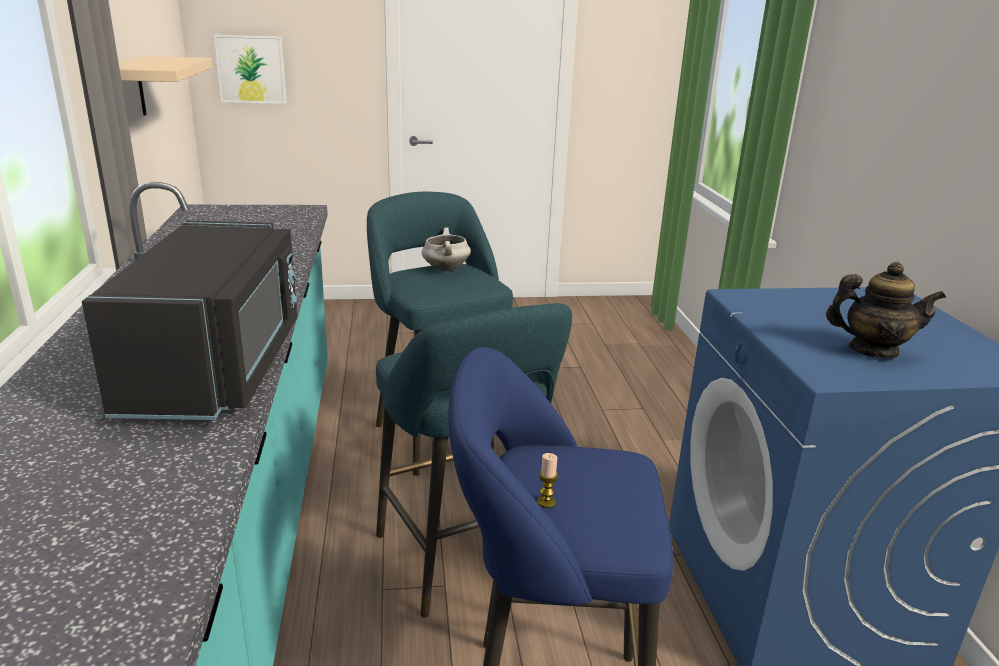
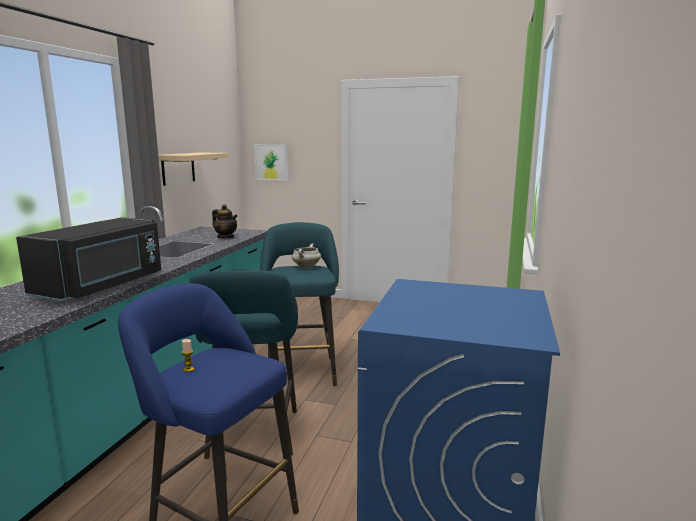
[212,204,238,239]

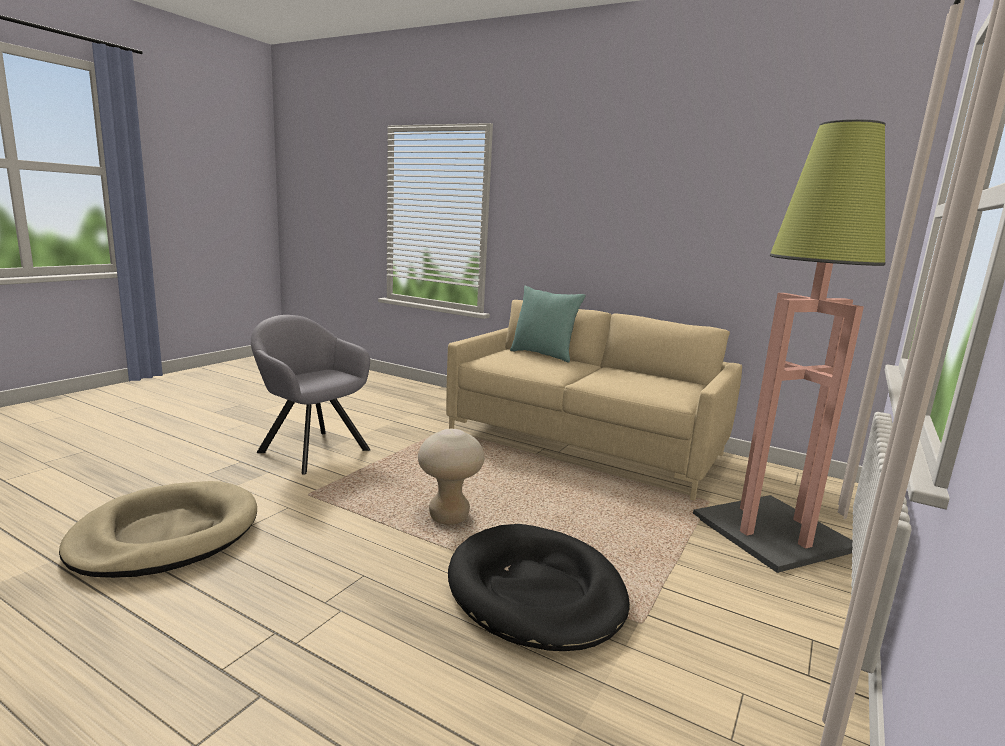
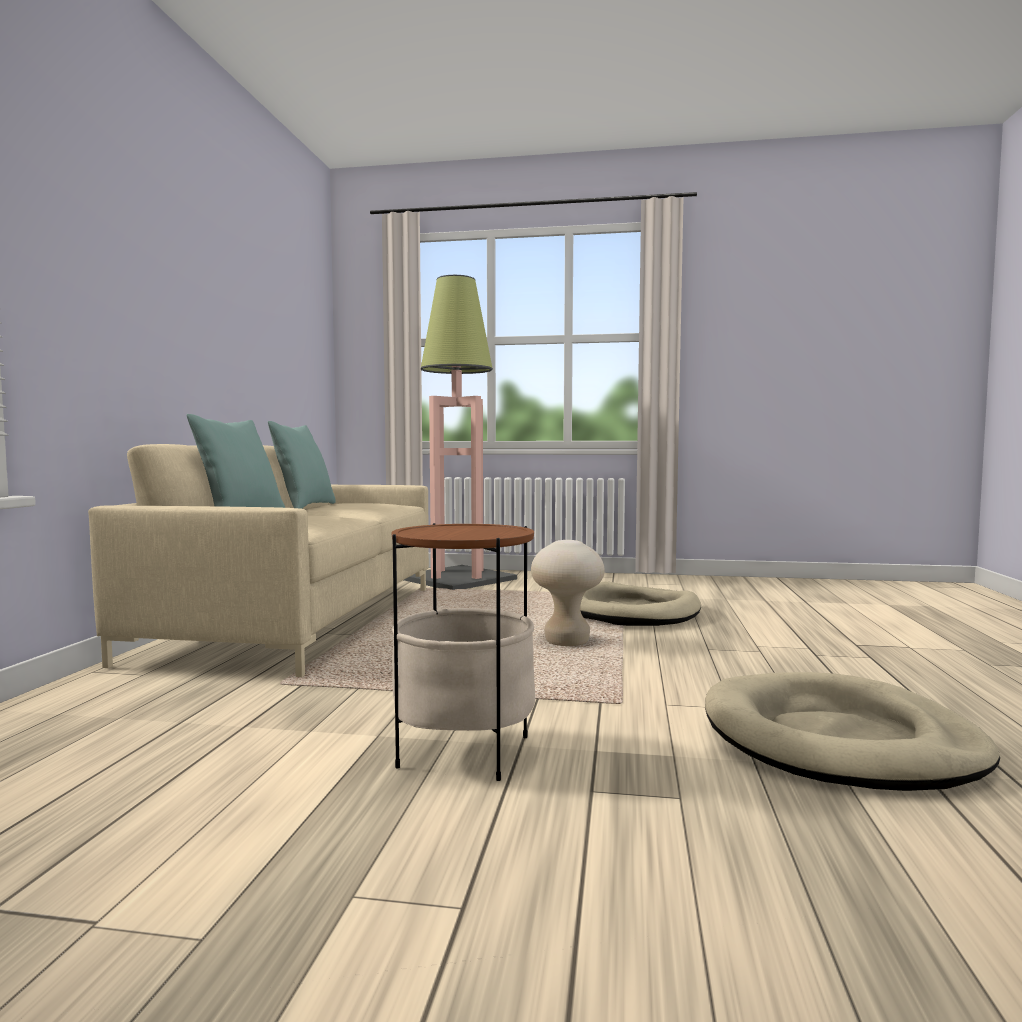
[391,523,535,781]
[580,581,701,626]
[268,421,336,509]

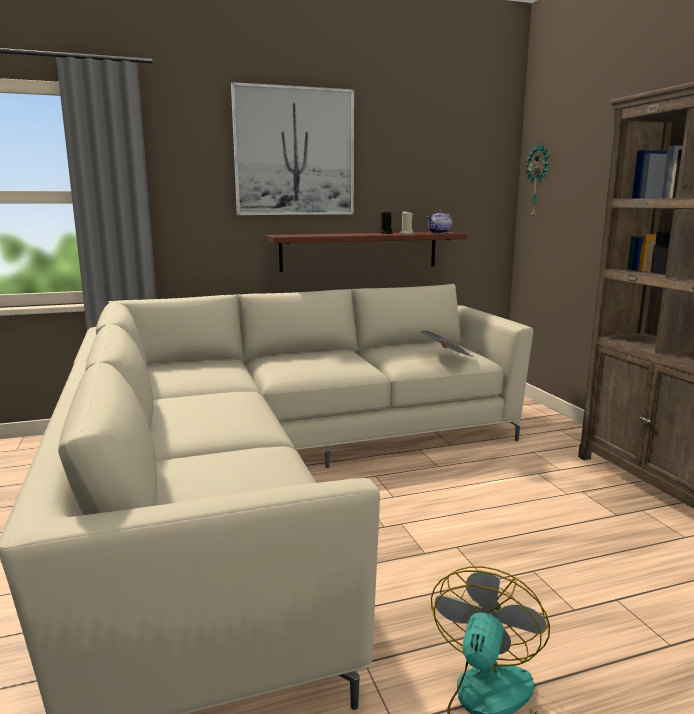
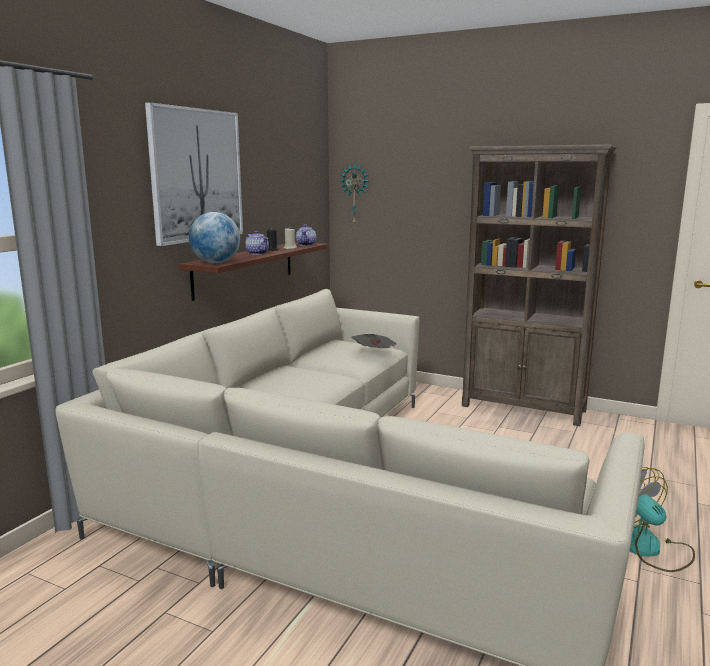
[189,212,240,263]
[245,231,269,255]

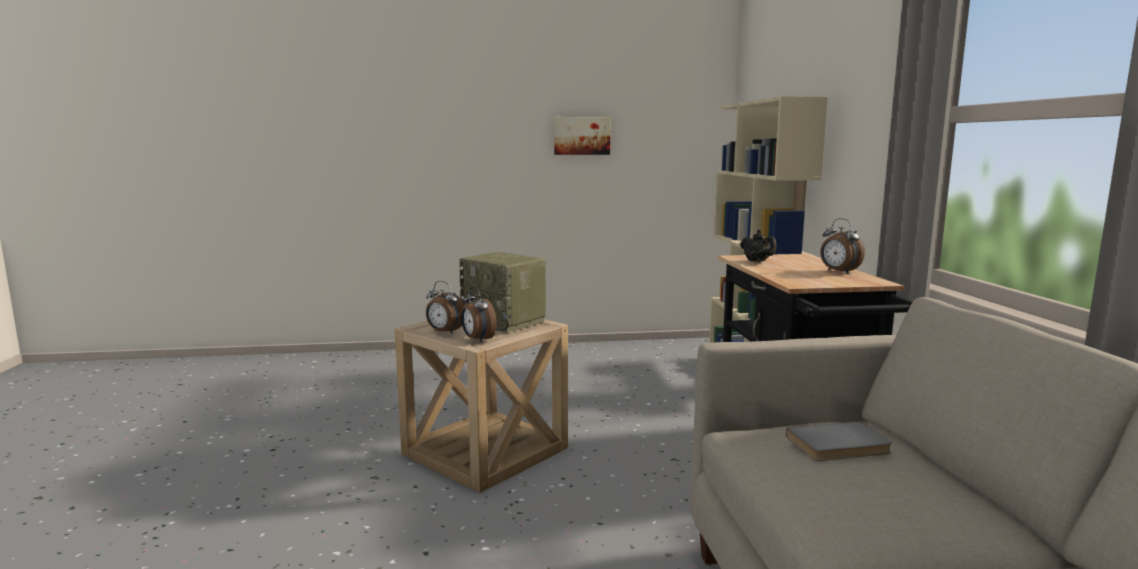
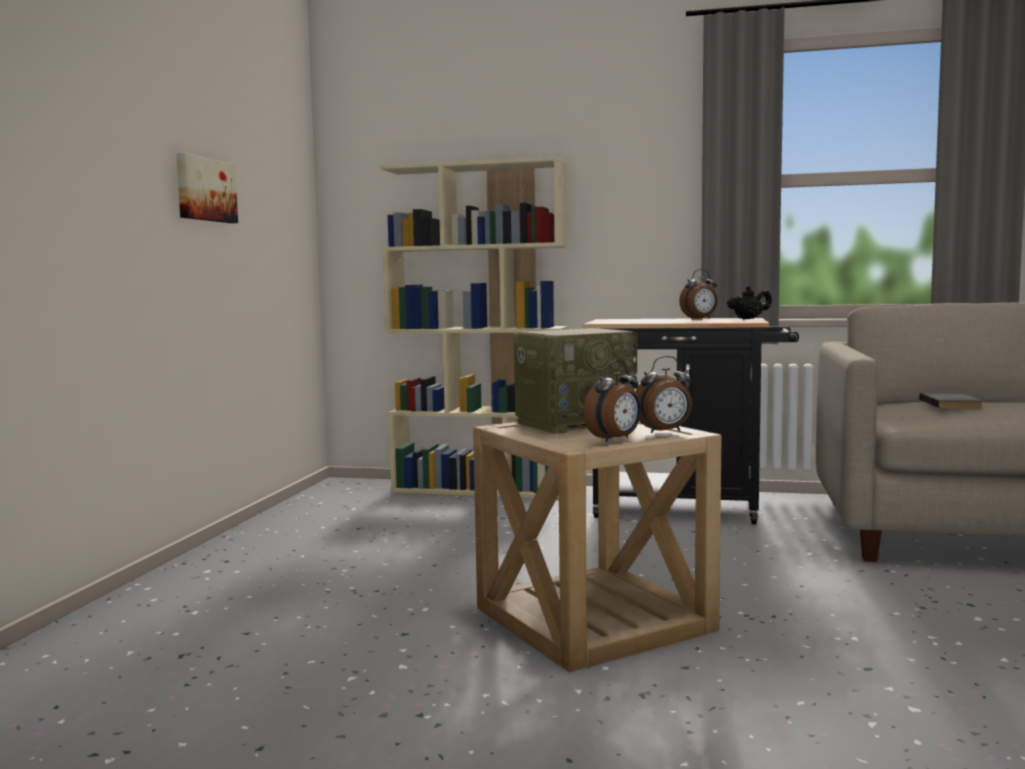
[727,286,772,320]

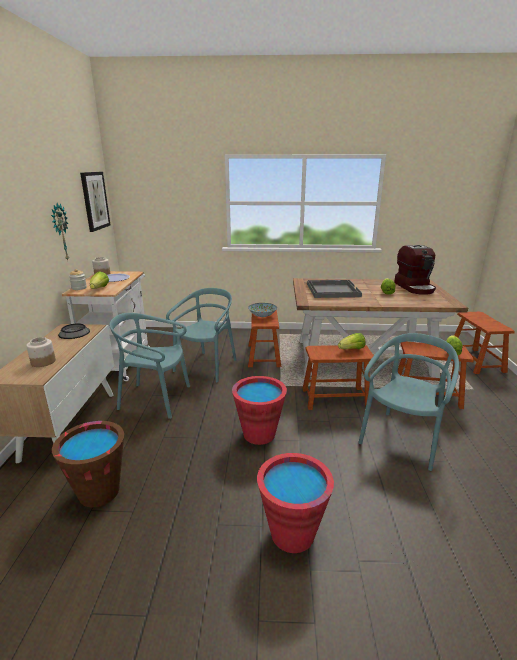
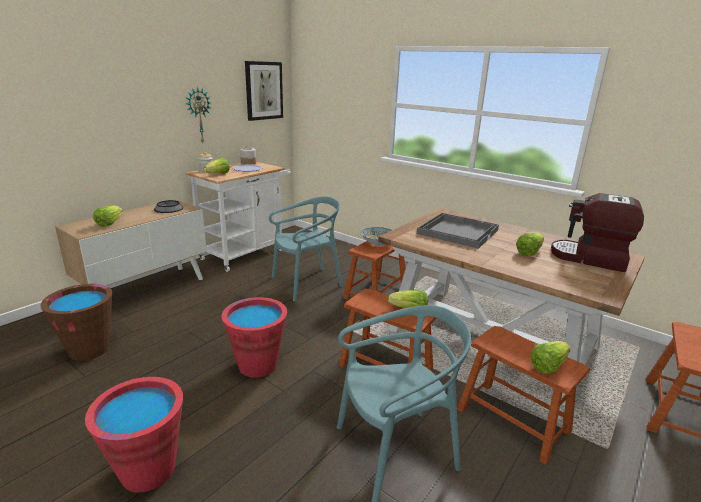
[551,193,644,272]
[109,313,190,419] (first image)
[93,206,123,227]

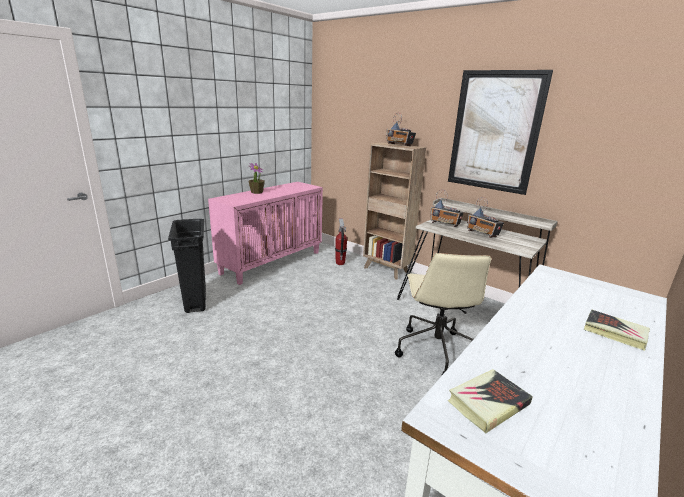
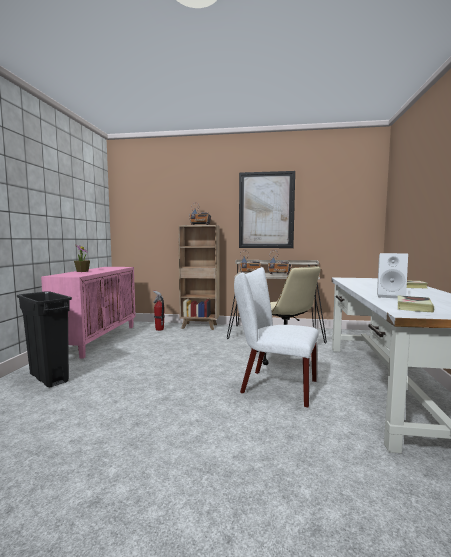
[377,253,408,299]
[234,267,319,407]

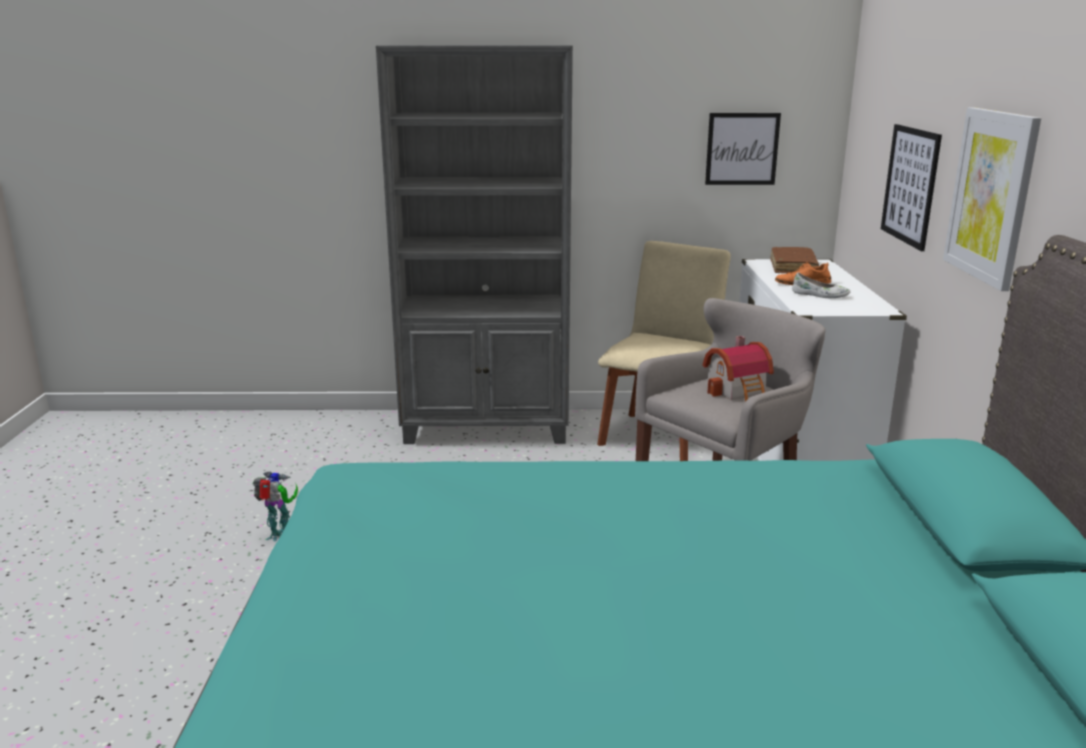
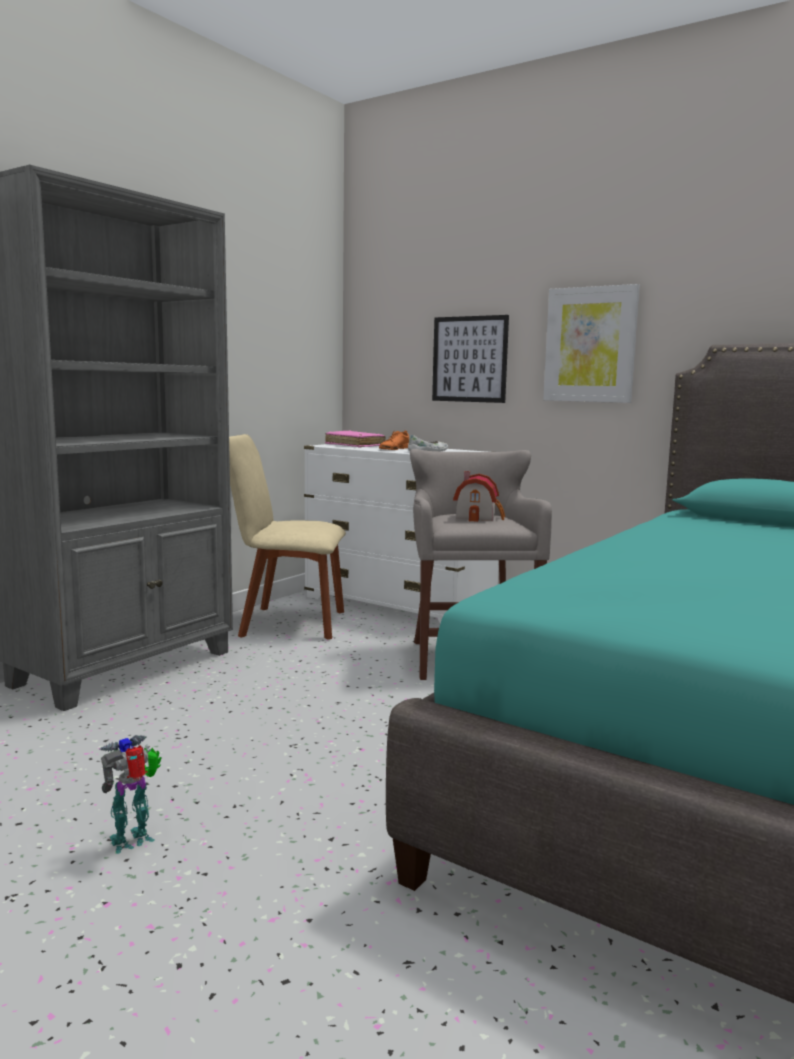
[705,113,781,185] (first image)
[229,434,346,640]
[325,430,385,448]

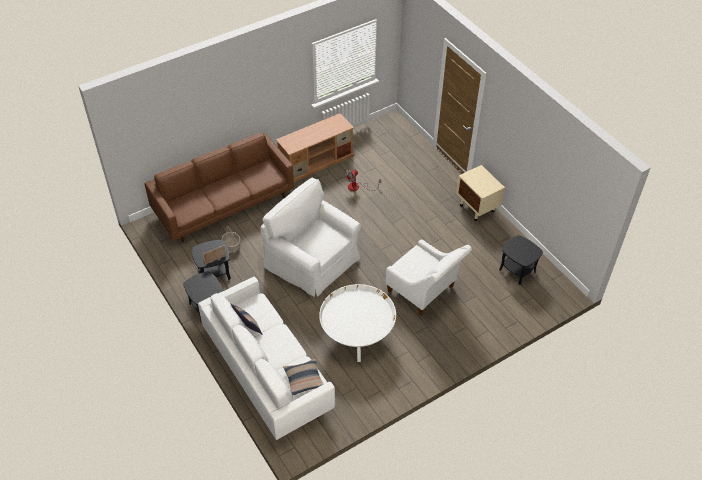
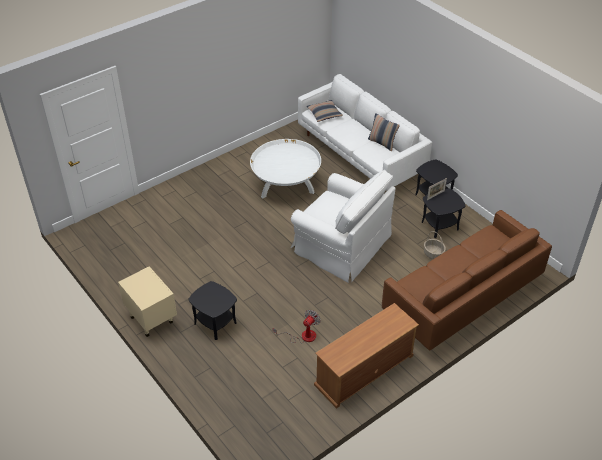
[189,281,237,340]
[385,240,472,316] (first image)

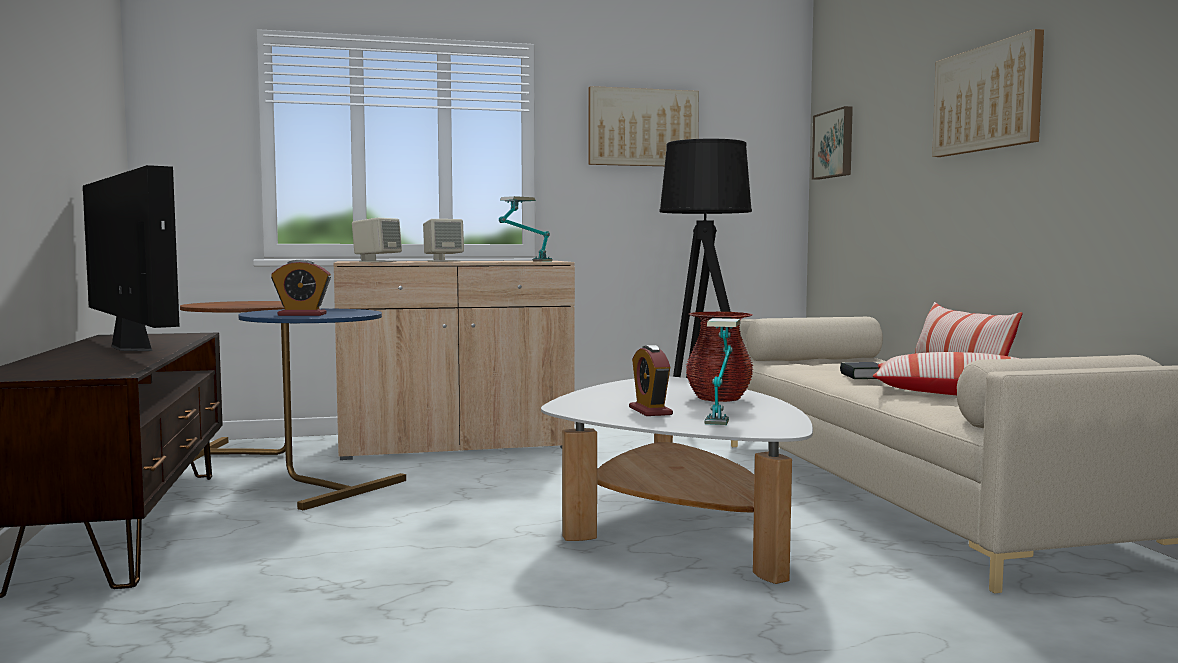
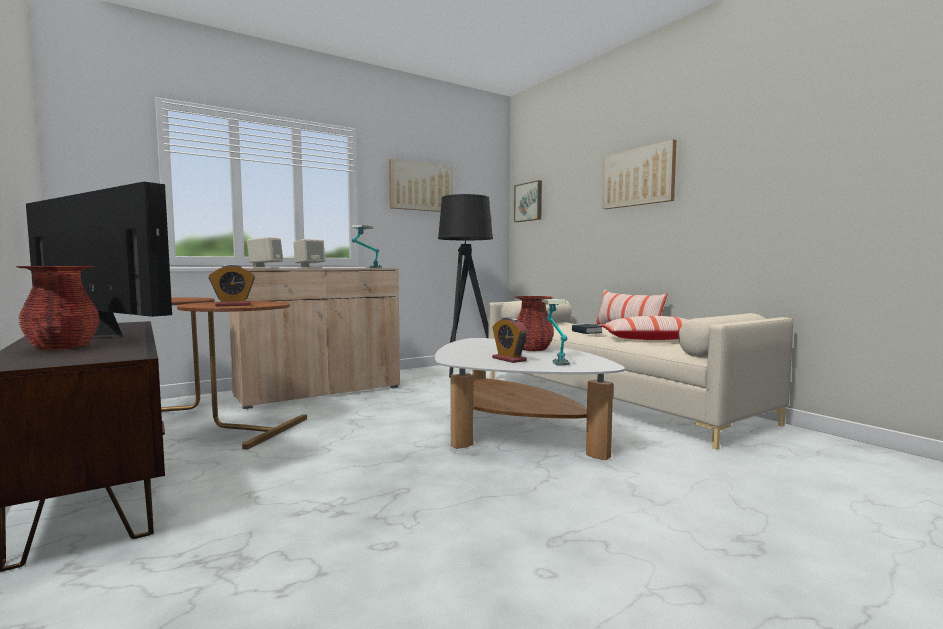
[177,301,307,450]
[15,266,100,350]

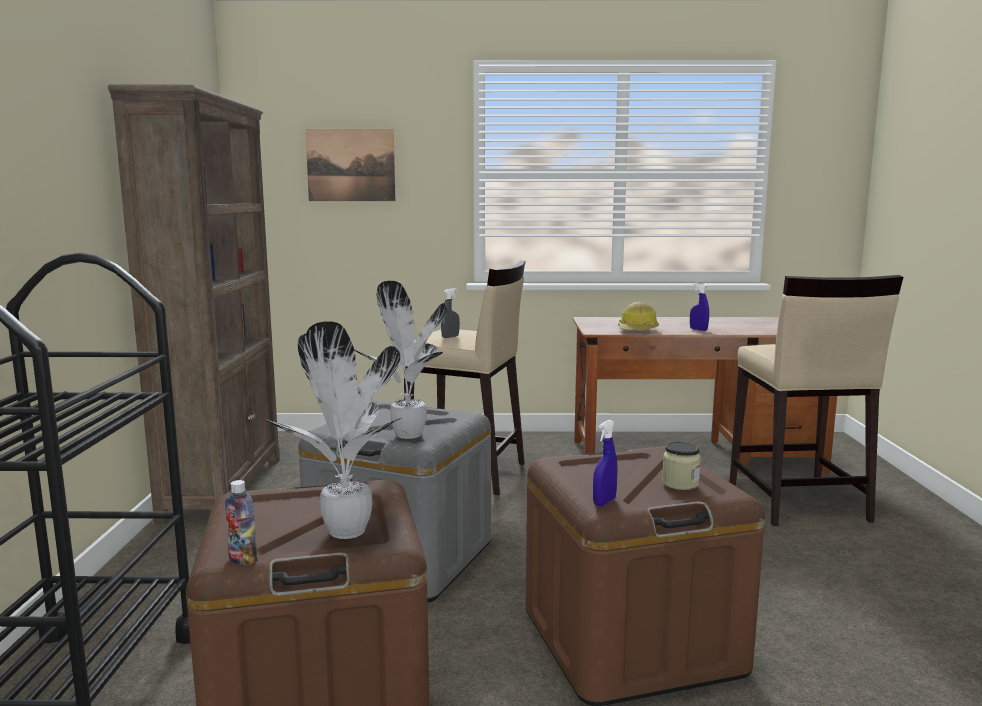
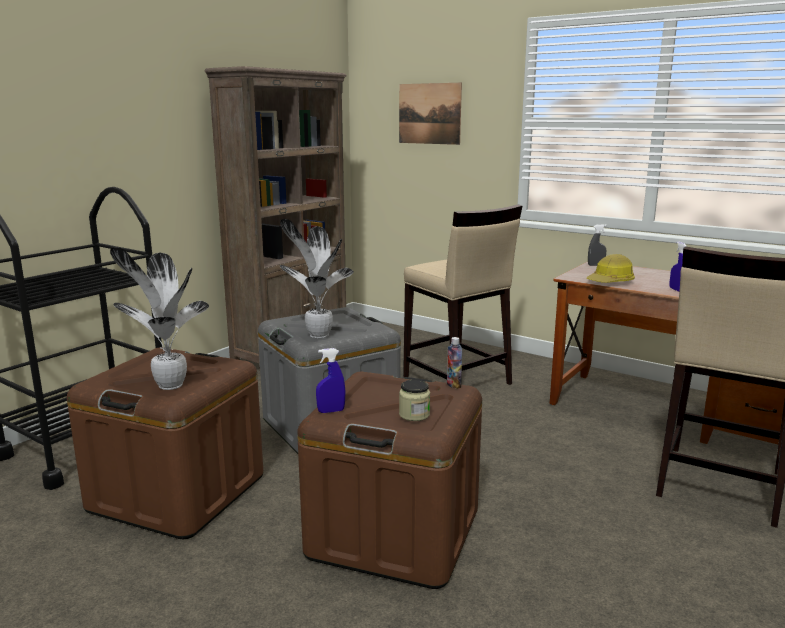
[588,224,607,266]
[447,337,462,389]

